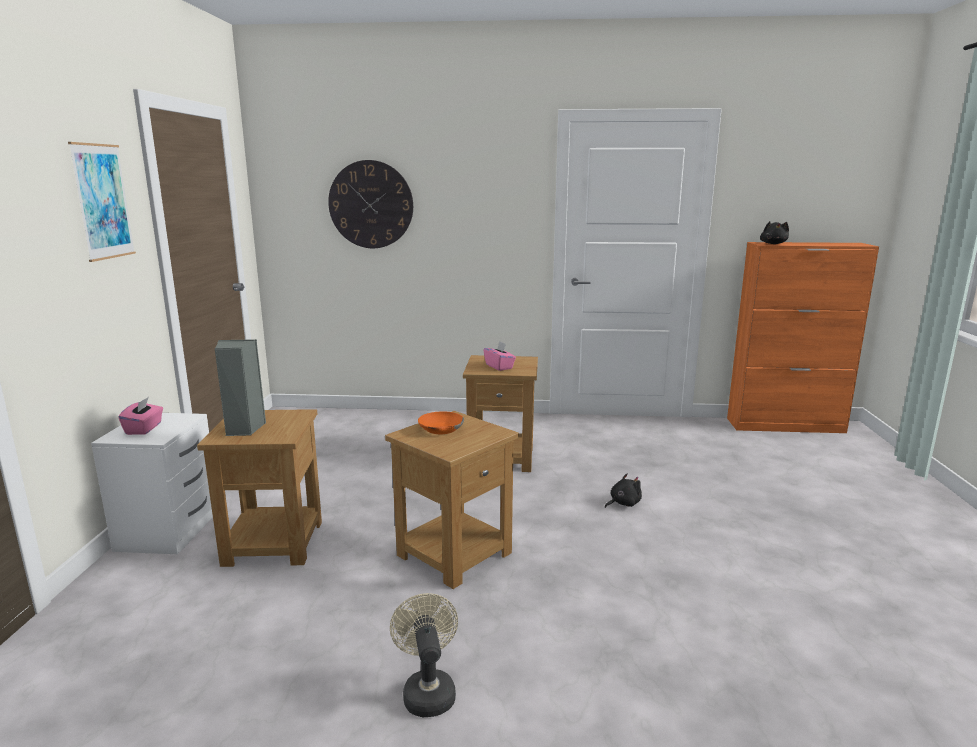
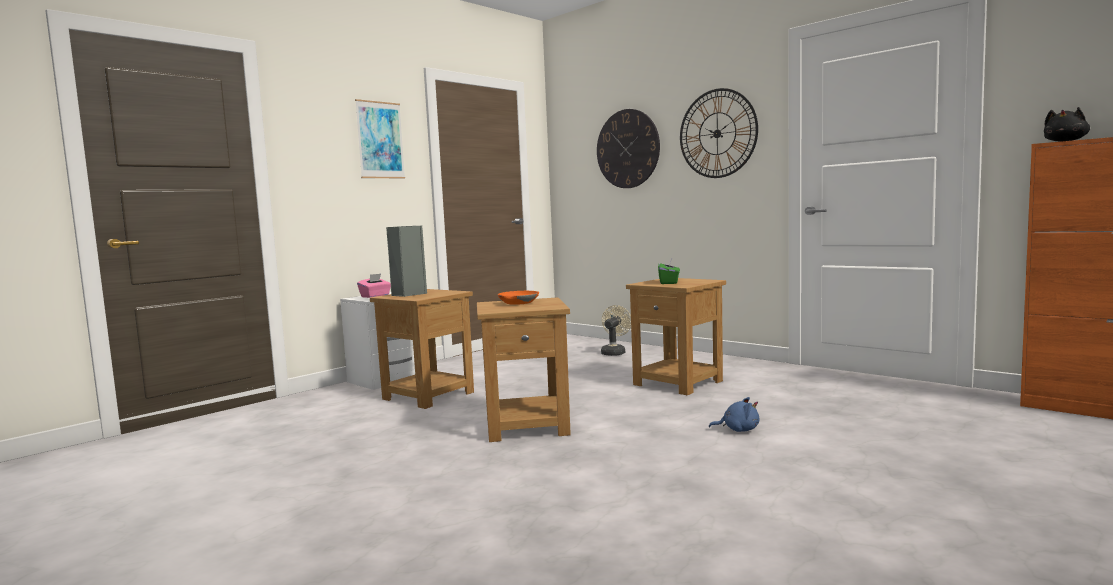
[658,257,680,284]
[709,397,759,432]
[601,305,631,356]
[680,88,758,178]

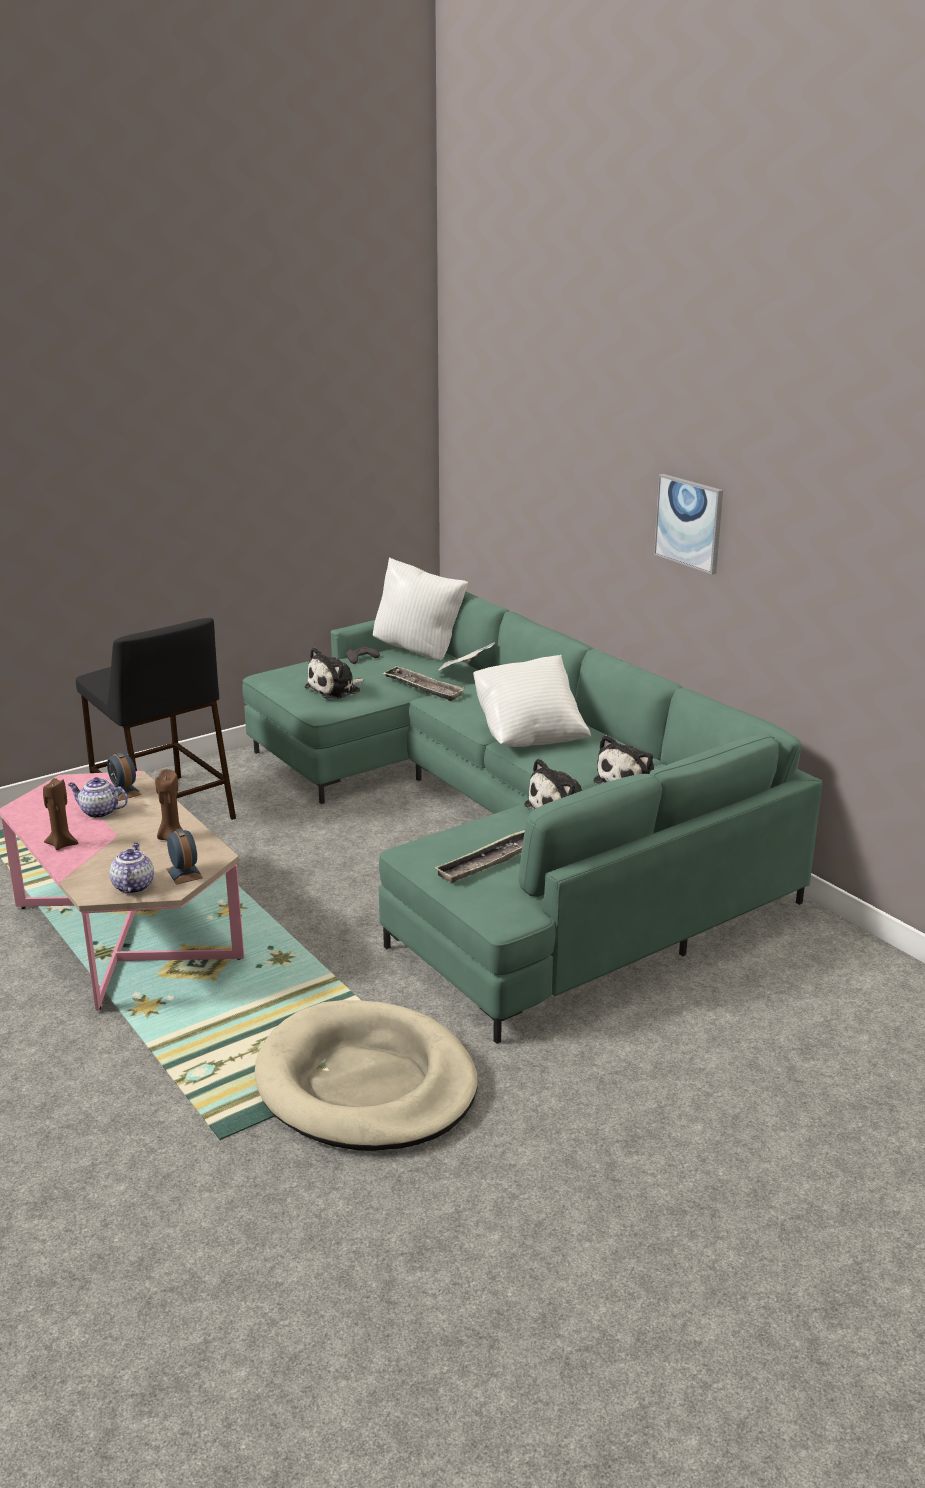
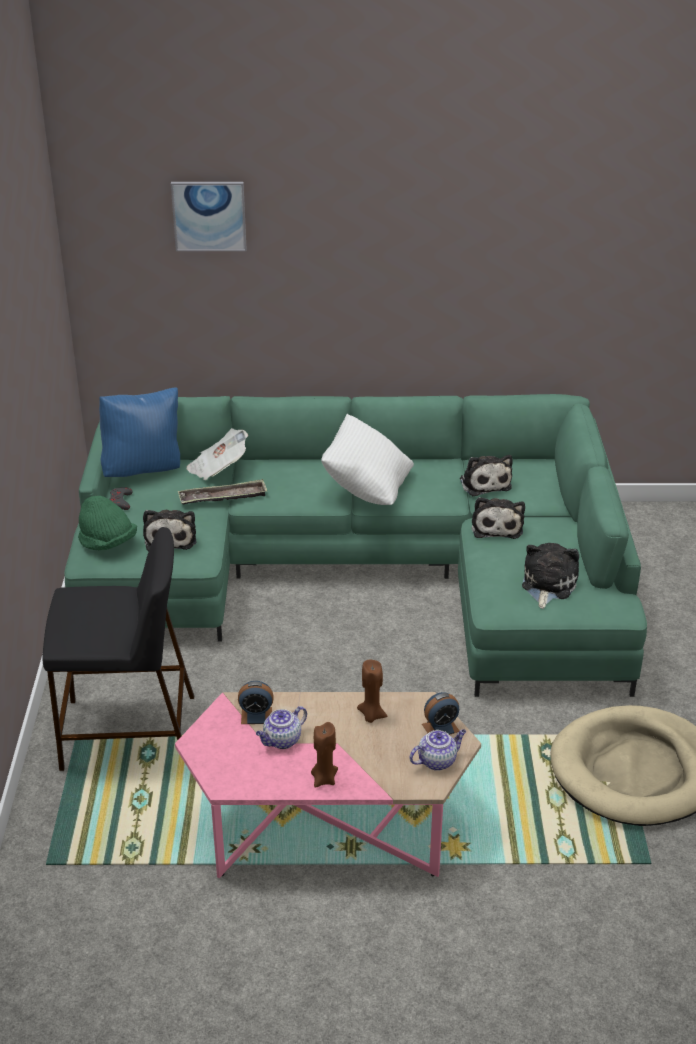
[171,182,247,251]
[99,388,180,477]
[422,692,459,735]
[522,543,579,609]
[409,729,466,771]
[78,496,137,550]

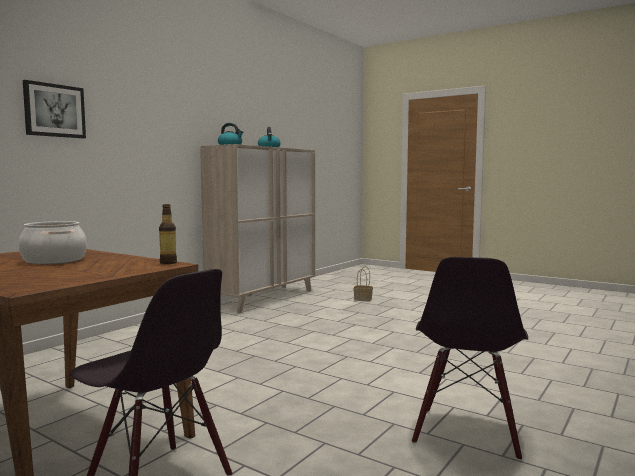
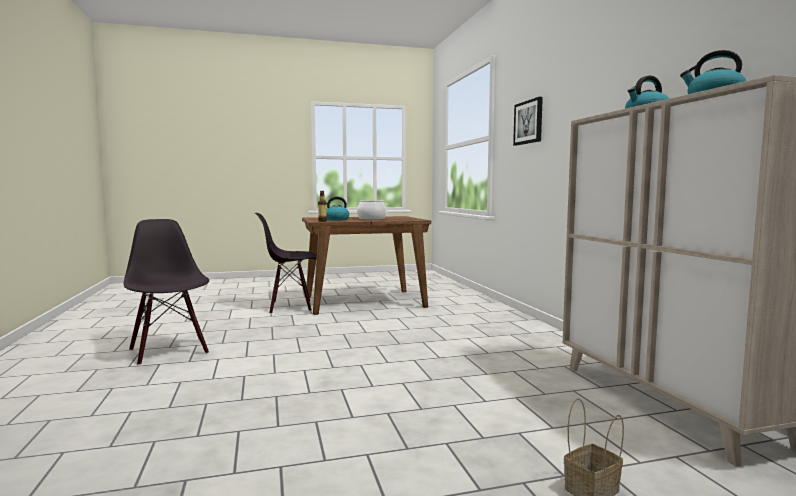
[326,197,349,221]

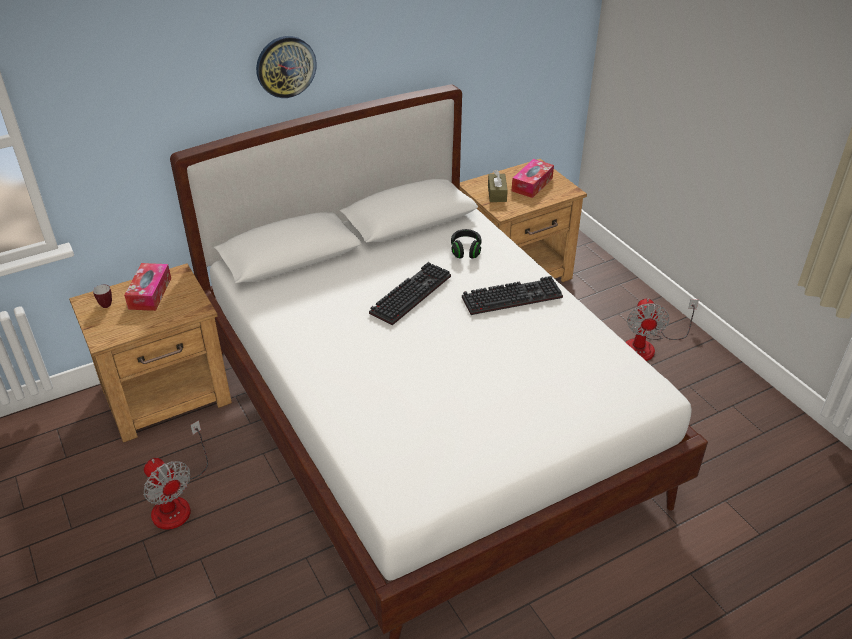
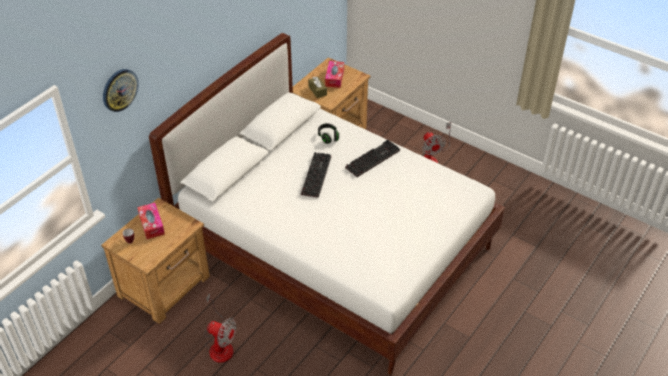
[103,69,139,112]

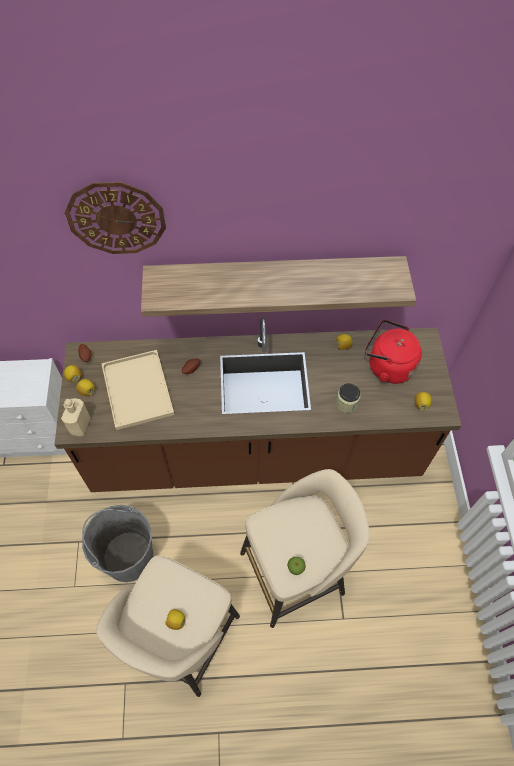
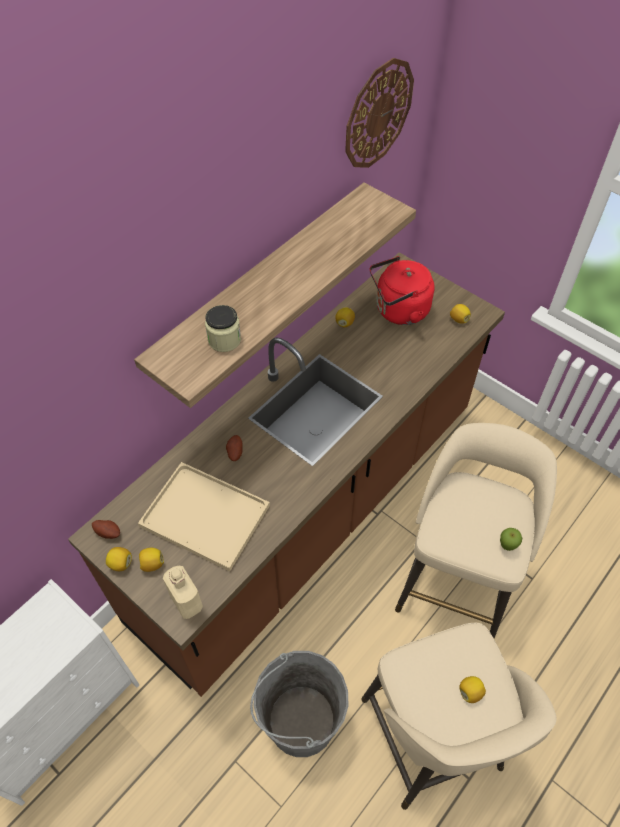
[345,58,414,168]
[205,305,241,352]

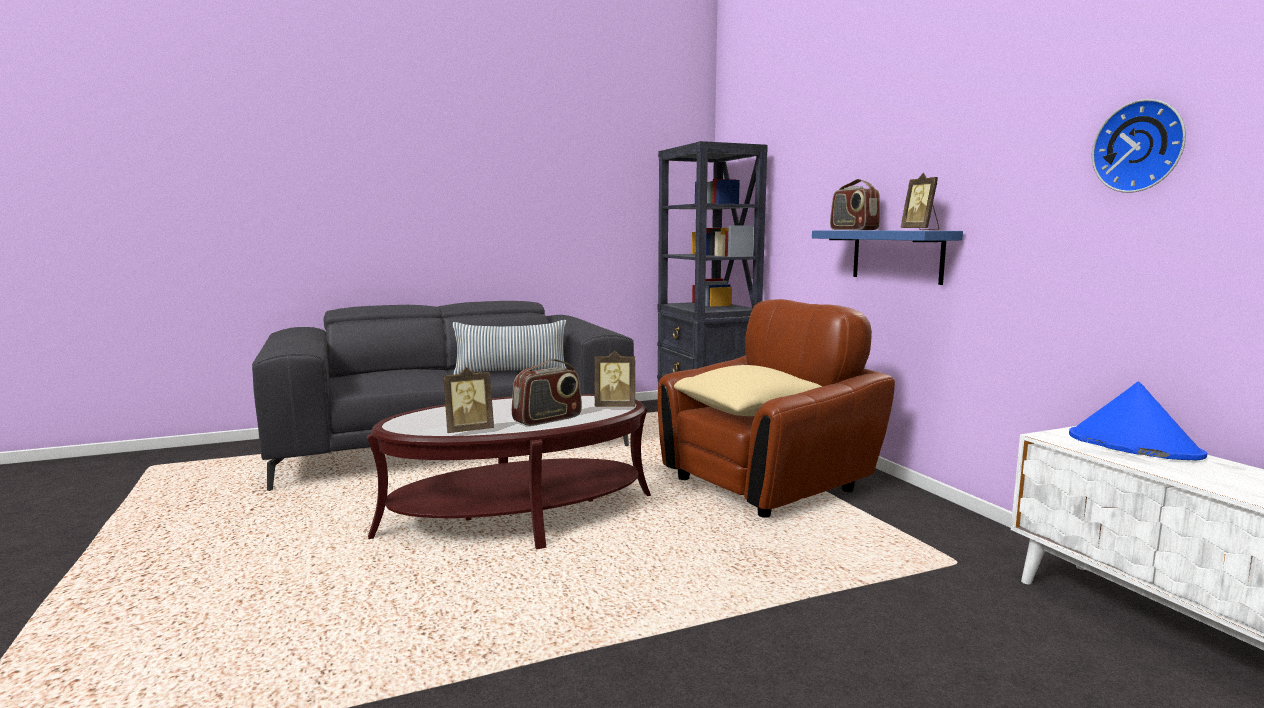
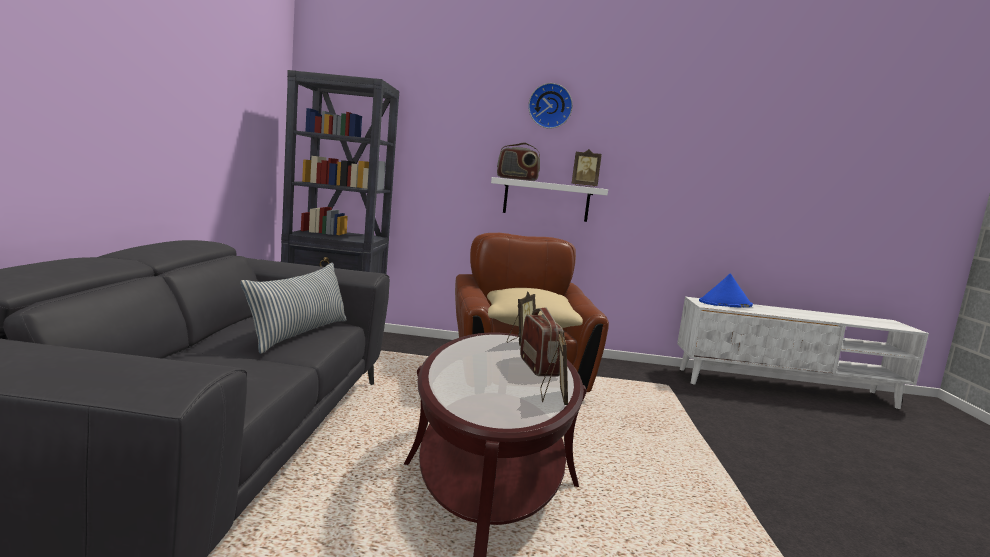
[528,83,573,129]
[491,177,608,222]

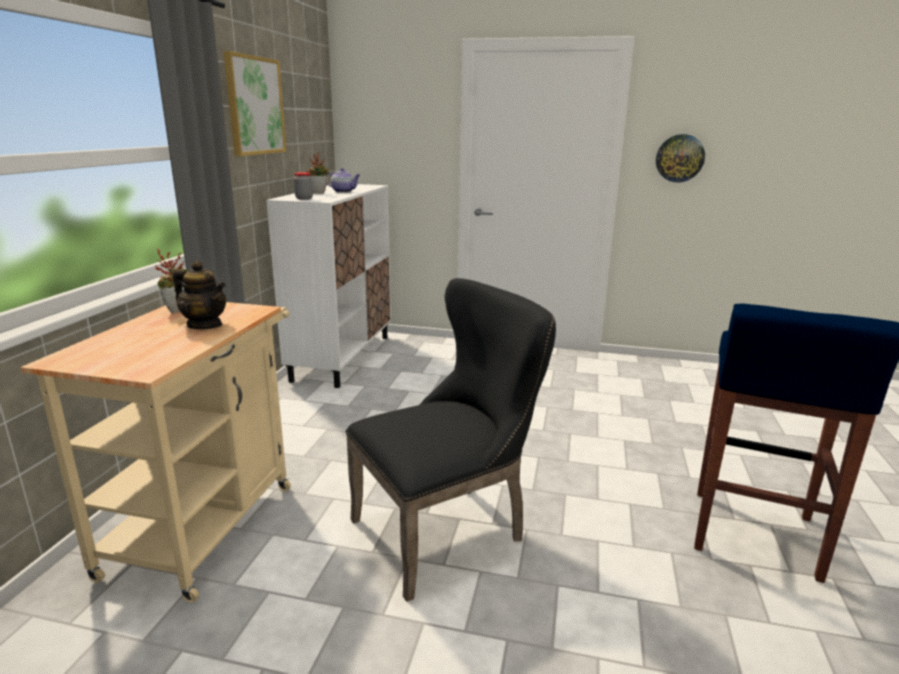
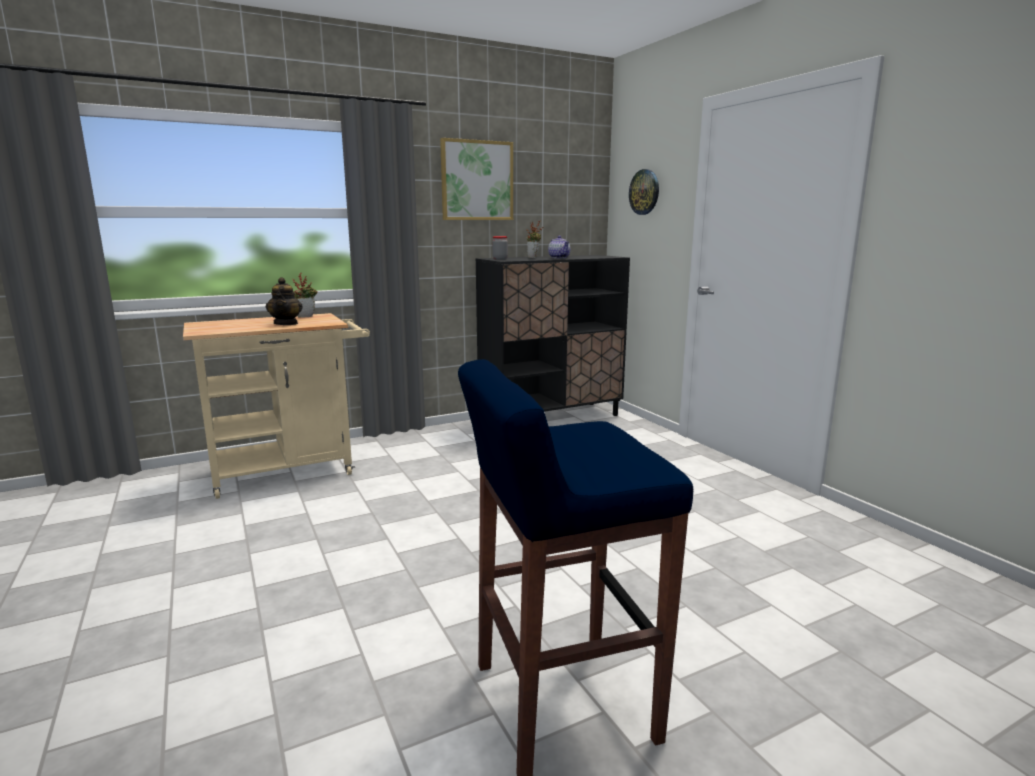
[629,169,659,215]
[476,255,630,416]
[345,278,556,602] (first image)

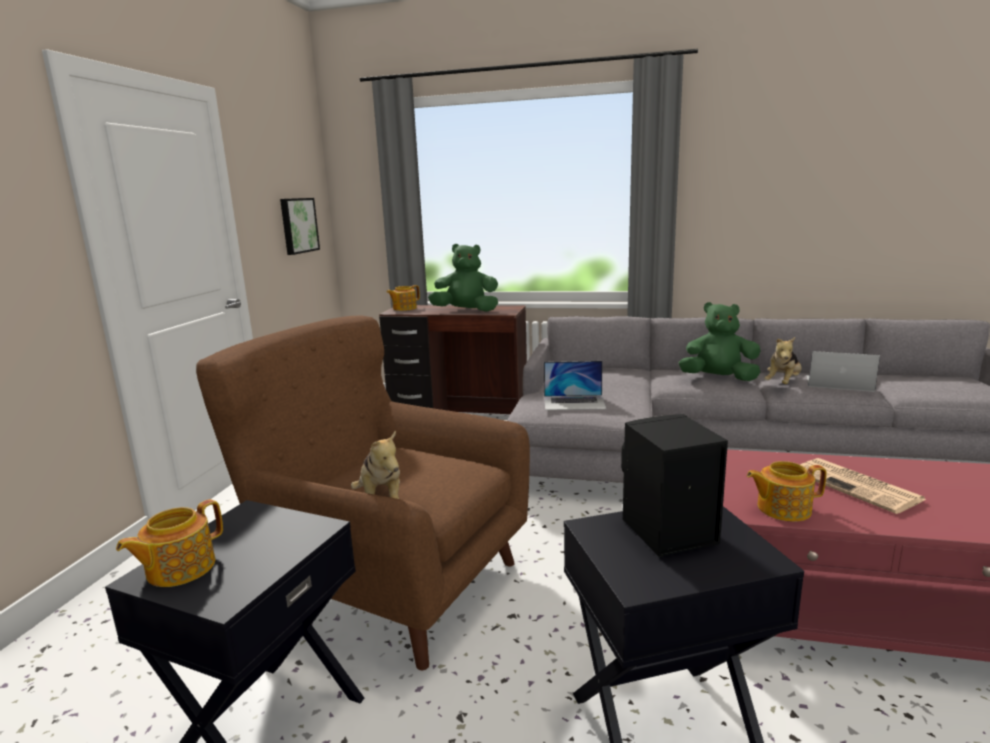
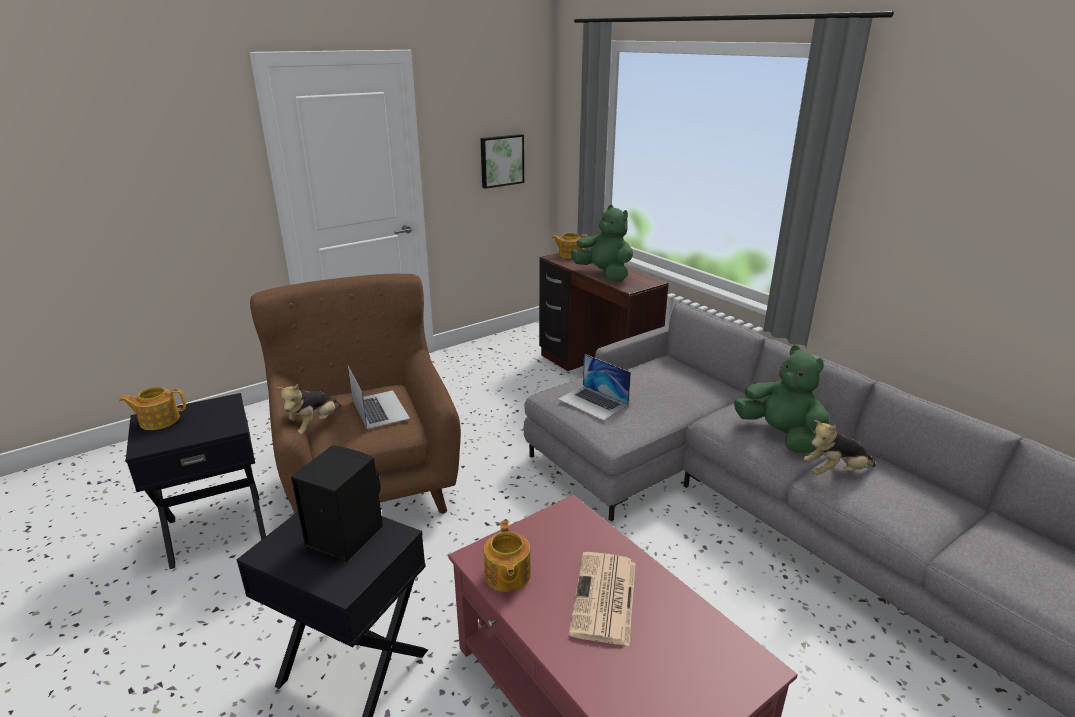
[348,366,410,429]
[484,521,531,592]

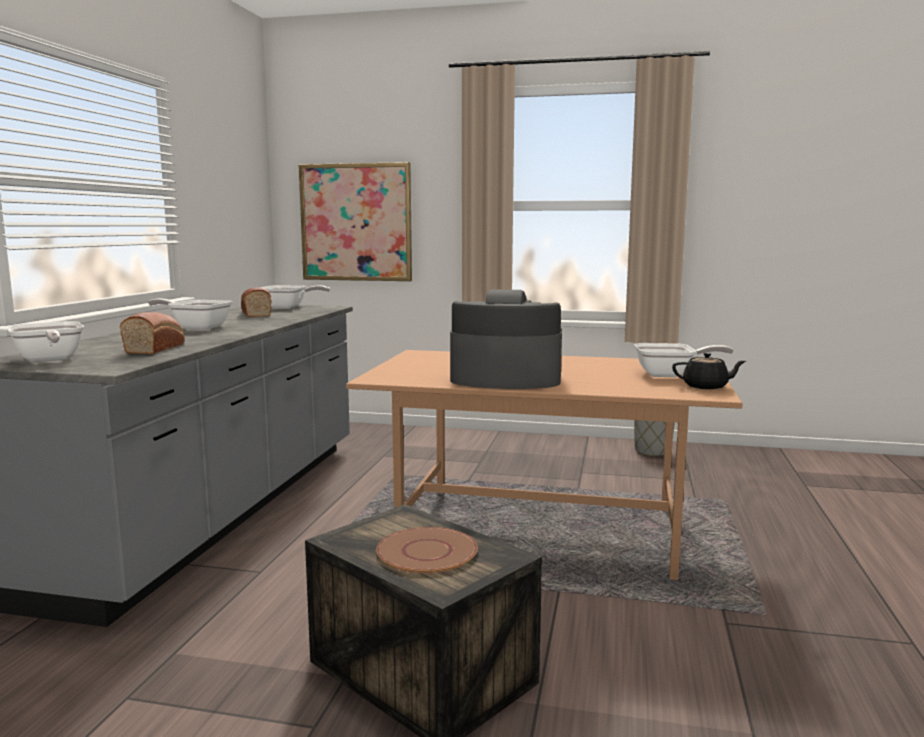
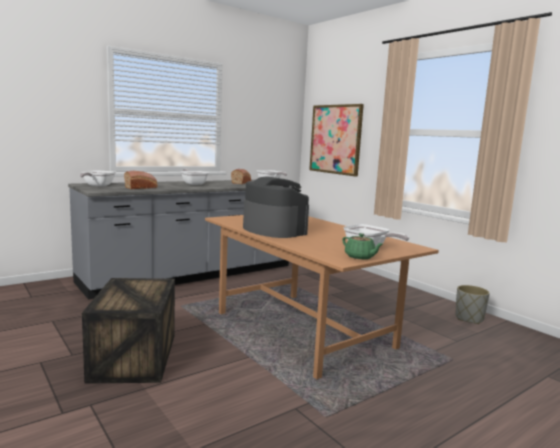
[342,233,382,260]
[376,527,478,574] (first image)

